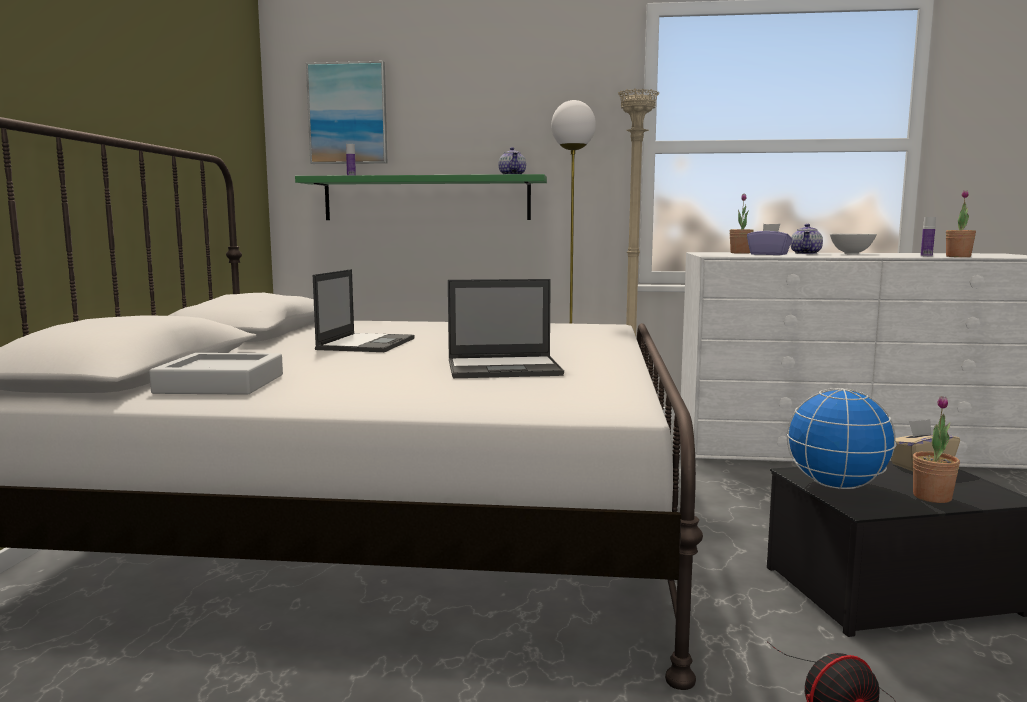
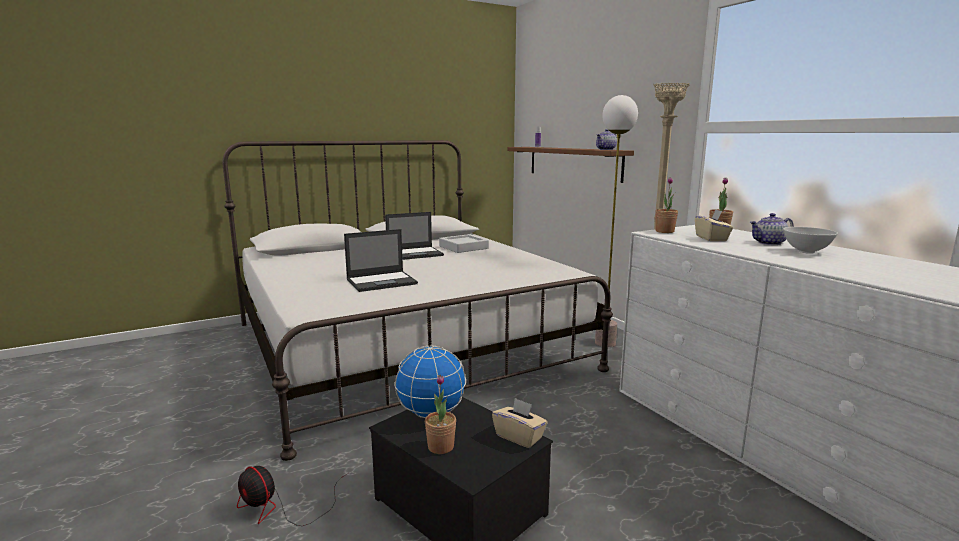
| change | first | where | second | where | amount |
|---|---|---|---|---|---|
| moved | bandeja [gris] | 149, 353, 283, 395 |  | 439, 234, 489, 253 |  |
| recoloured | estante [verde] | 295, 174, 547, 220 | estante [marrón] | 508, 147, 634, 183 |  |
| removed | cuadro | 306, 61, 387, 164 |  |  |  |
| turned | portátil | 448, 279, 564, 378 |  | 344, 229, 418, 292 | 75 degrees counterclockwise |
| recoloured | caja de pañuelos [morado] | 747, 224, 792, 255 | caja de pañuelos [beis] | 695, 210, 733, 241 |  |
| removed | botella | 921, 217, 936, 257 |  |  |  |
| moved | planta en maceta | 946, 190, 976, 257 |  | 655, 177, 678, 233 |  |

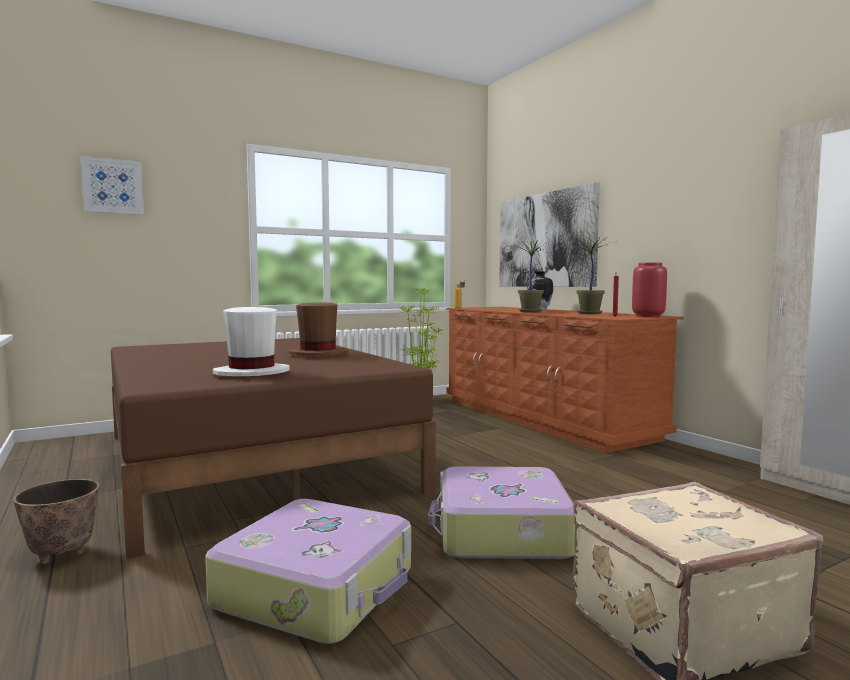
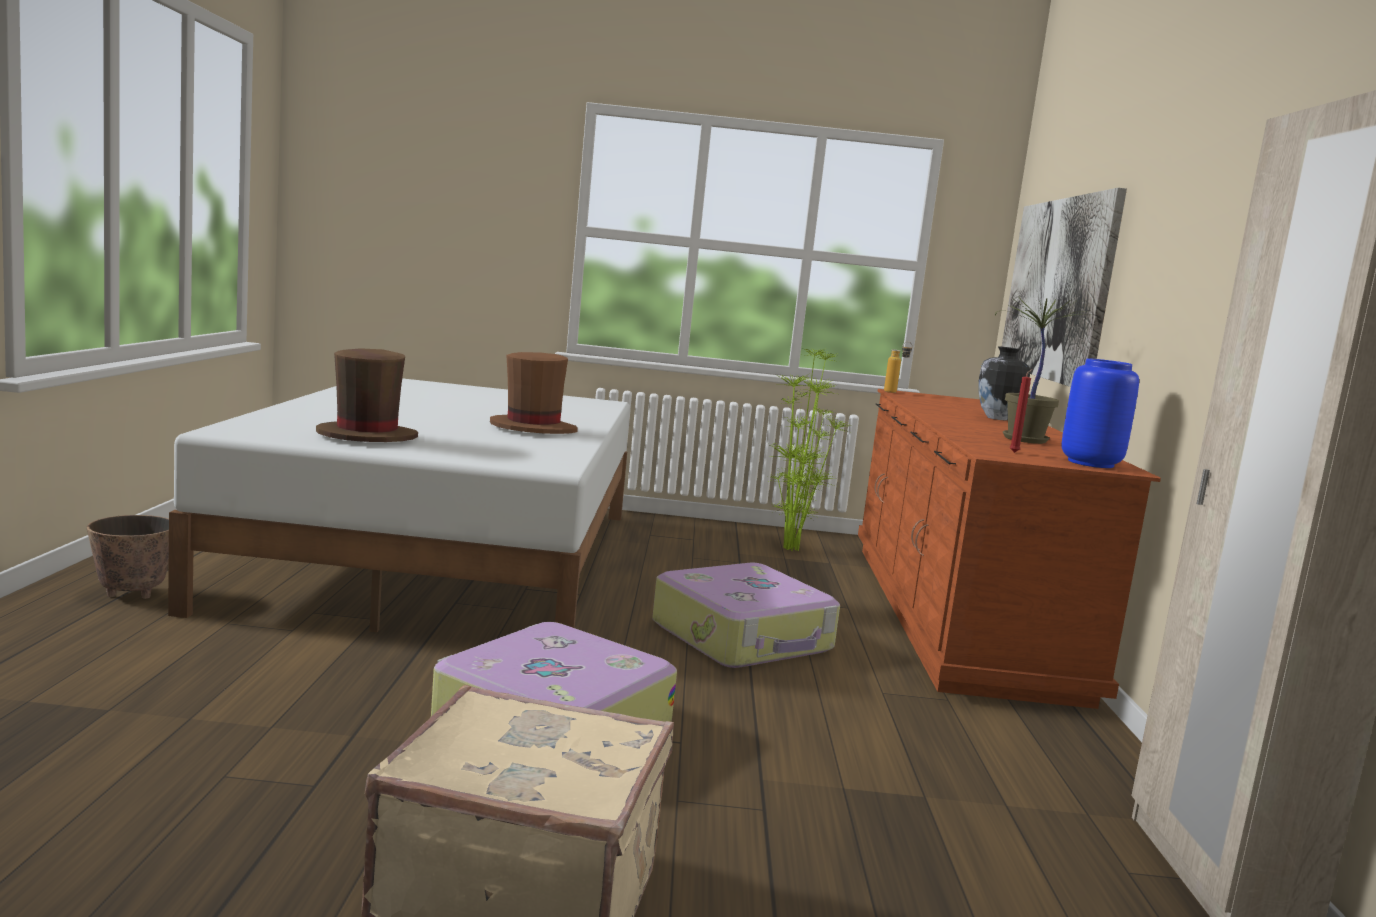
| change | first | where | second | where | amount |
|---|---|---|---|---|---|
| removed | cuadro | 81, 156, 144, 215 |  |  |  |
| recoloured | cama [marrón] | 111, 338, 436, 559 | cama [blanco] | 168, 378, 630, 632 |  |
| moved | maleta | 205, 499, 411, 644 |  | 652, 563, 840, 668 |  |
| recoloured | sombrero [blanco] | 213, 307, 289, 376 | sombrero [marrón] | 316, 348, 418, 442 |  |
| removed | planta en maceta | 513, 241, 557, 313 |  |  |  |
| recoloured | florero [rojo] | 632, 263, 667, 317 | florero [azul] | 1061, 358, 1139, 468 |  |

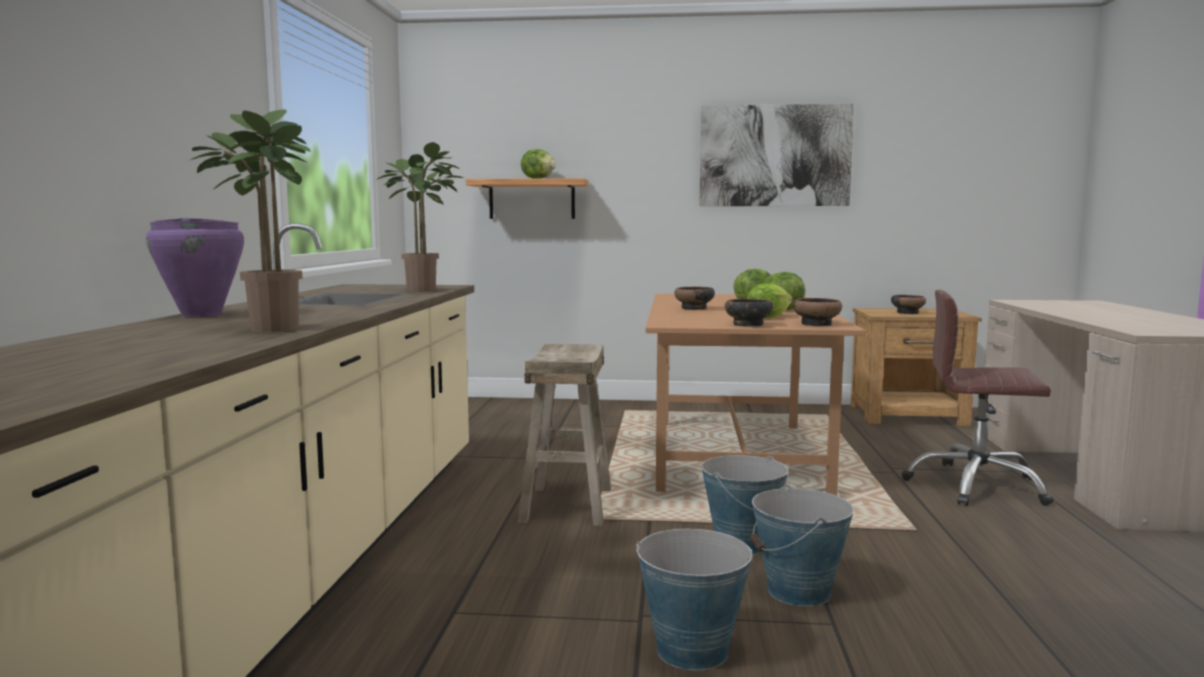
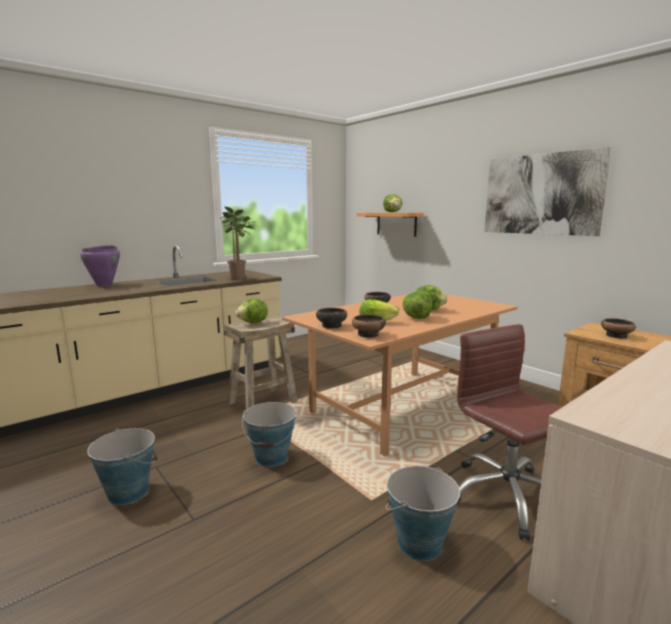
| change | first | where | second | where | amount |
|---|---|---|---|---|---|
| removed | planta en maceta | 190, 109, 311, 332 |  |  |  |
| moved | cubo | 750, 484, 854, 606 |  | 386, 466, 460, 561 |  |
| added |  |  | lechuga | 236, 299, 268, 323 |  |

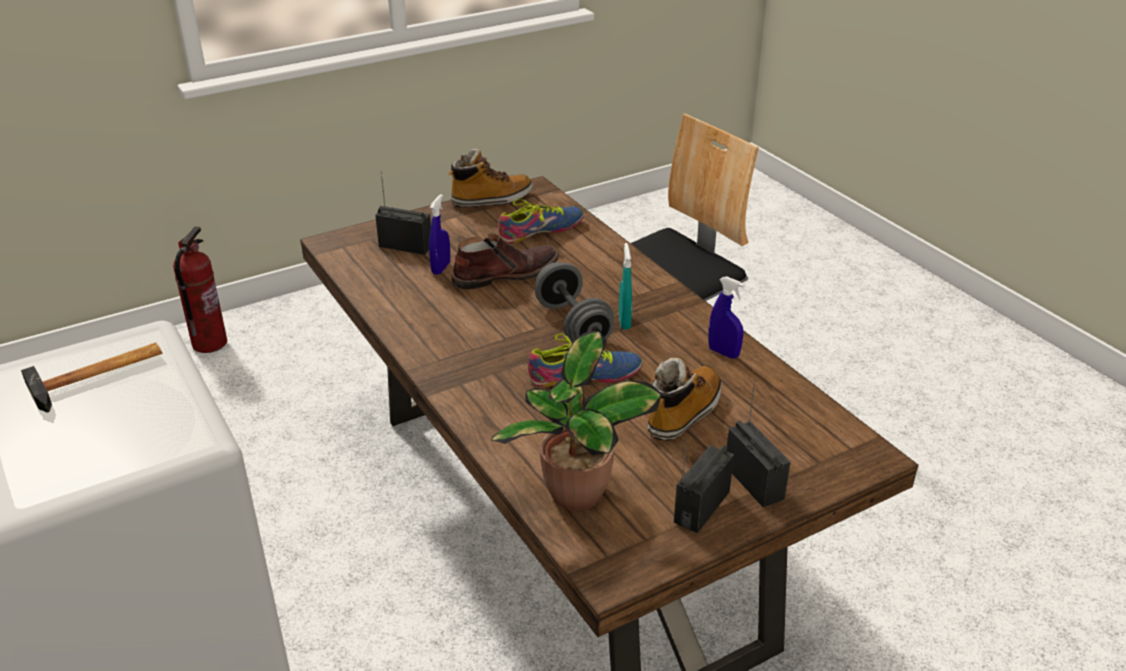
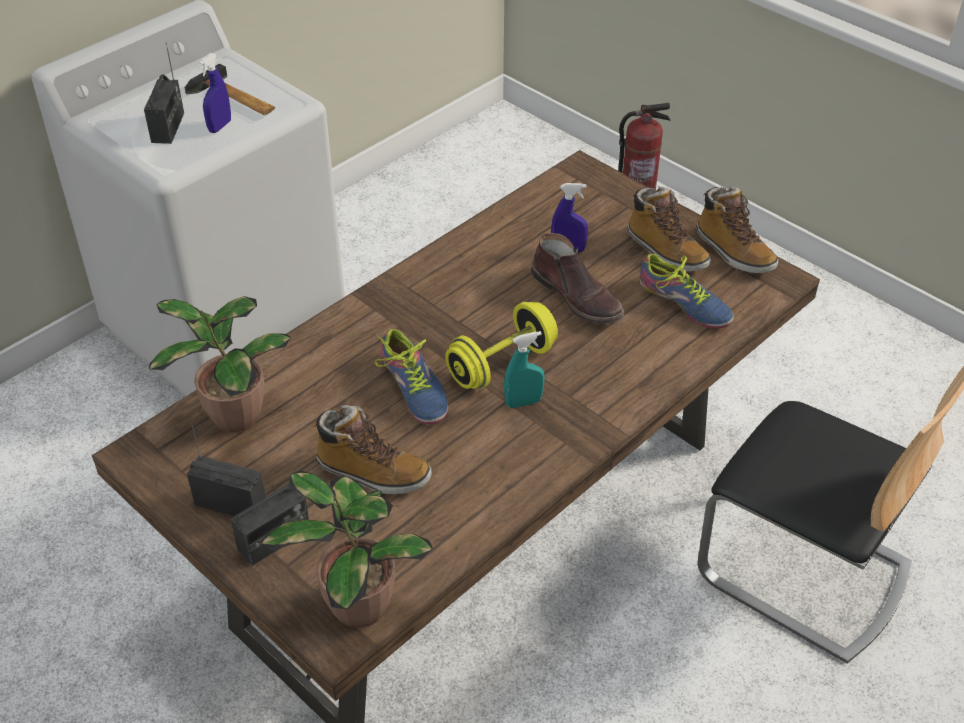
| change | first | where | second | where | amount |
|---|---|---|---|---|---|
| moved | radio | 375, 171, 431, 255 |  | 144, 42, 184, 144 |  |
| recoloured | mancuerna [gris] | 535, 262, 614, 343 | mancuerna [amarillo] | 445, 302, 558, 389 |  |
| moved | pulverizador [azul] | 708, 276, 745, 359 |  | 199, 53, 231, 133 |  |
| added |  |  | planta en maceta | 261, 471, 433, 628 |  |
| added |  |  | bota | 627, 186, 711, 271 |  |

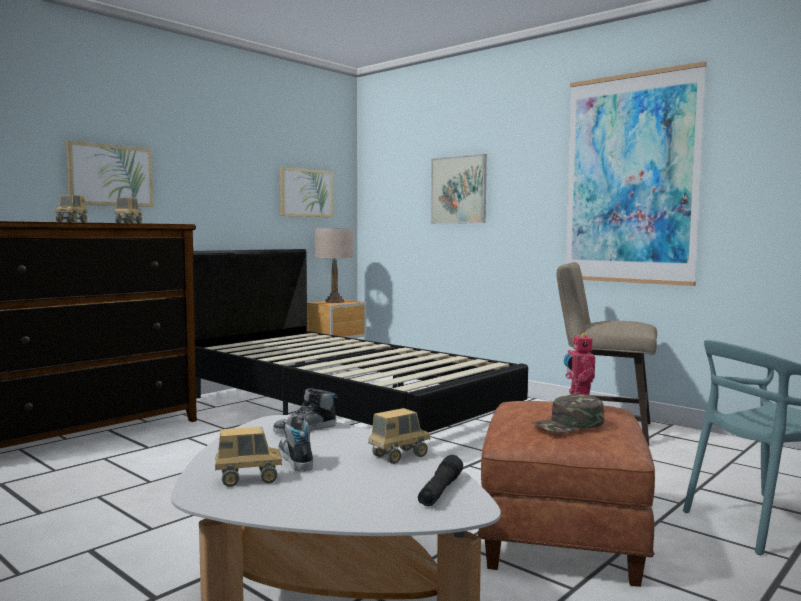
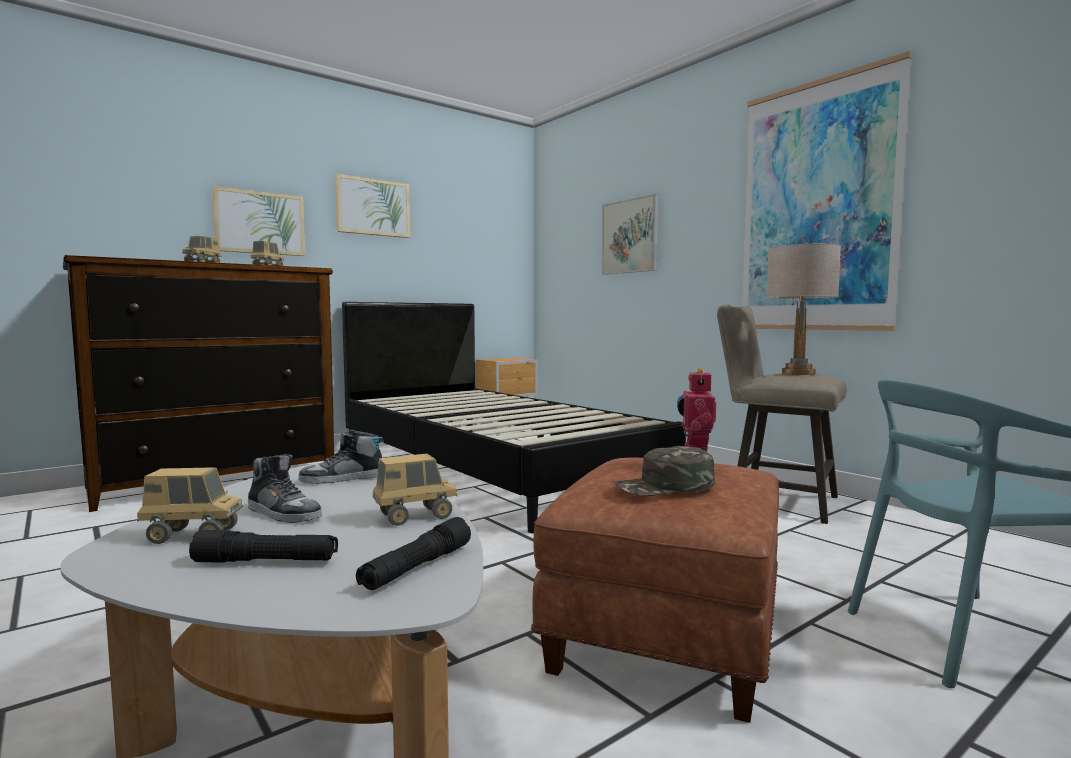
| change | first | where | second | where | amount |
|---|---|---|---|---|---|
| turned | zapato | 278, 415, 313, 471 |  | 248, 454, 322, 523 | 135 degrees clockwise |
| moved | cuadro | 280, 167, 333, 217 |  | 335, 174, 410, 238 |  |
| moved | lámpara de mesa [beis] | 315, 228, 354, 303 |  | 767, 244, 841, 375 |  |
| added |  |  | linterna [negro] | 189, 530, 338, 563 |  |

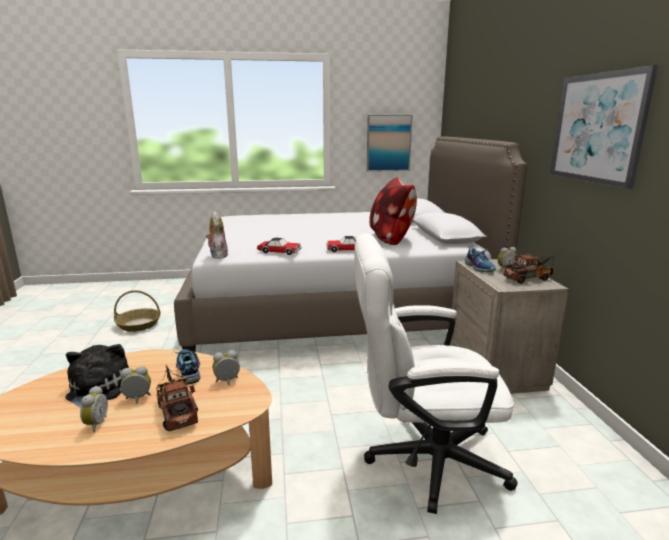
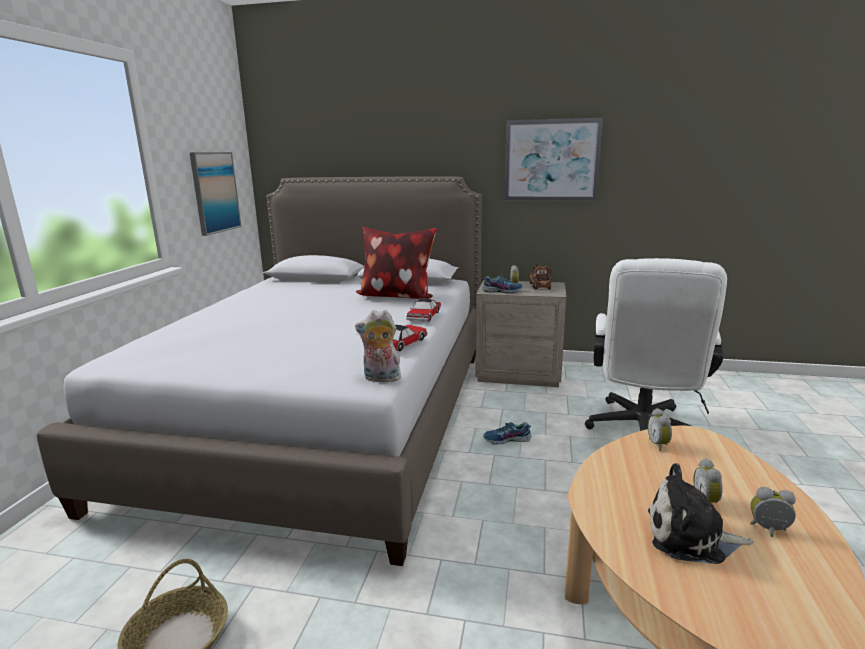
| change | first | where | second | where | amount |
|---|---|---|---|---|---|
| removed | camión de juguete | 156, 365, 198, 431 |  |  |  |
| moved | zapato | 176, 349, 200, 384 |  | 483, 422, 531, 445 |  |

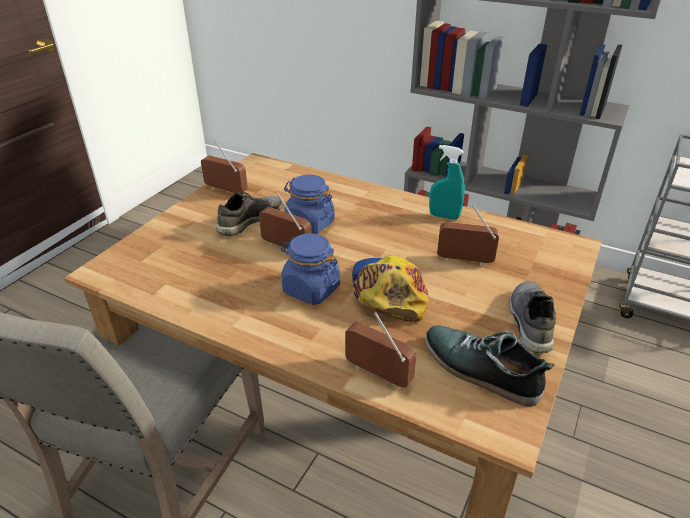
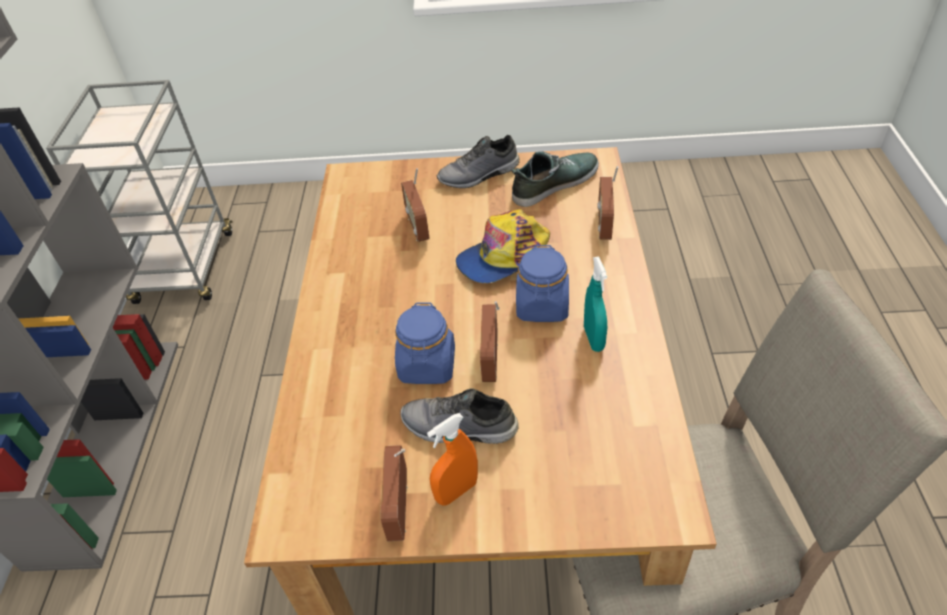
| change | first | where | second | where | amount |
|---|---|---|---|---|---|
| turned | zapato | 425, 326, 554, 407 |  | 511, 151, 599, 207 | 135 degrees counterclockwise |
| moved | pulverizador [turquesa] | 429, 145, 465, 220 |  | 584, 257, 607, 352 |  |
| added |  |  | pulverizador [naranja] | 427, 413, 478, 506 |  |

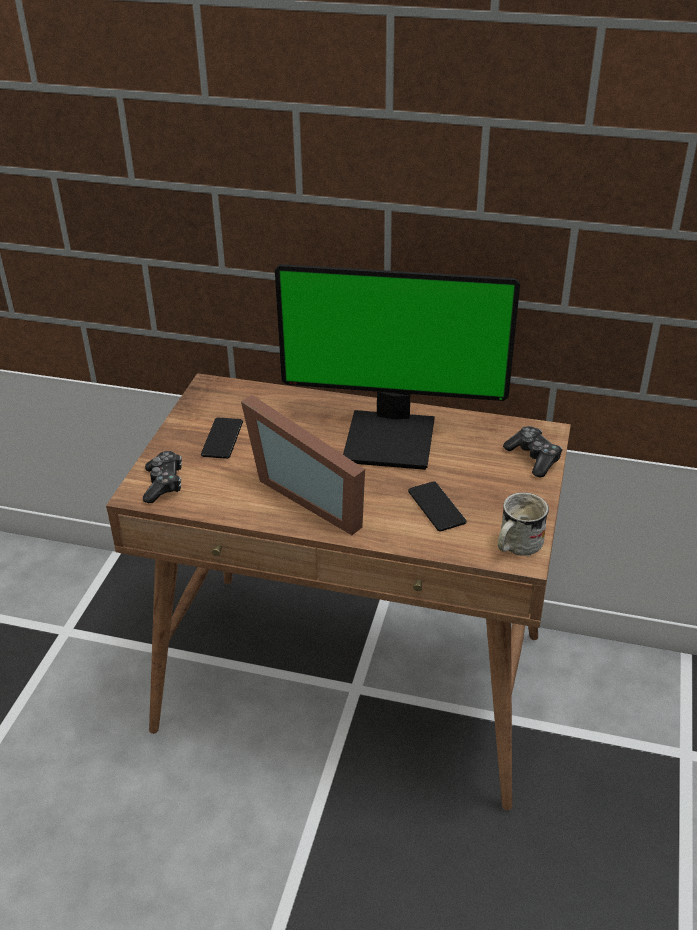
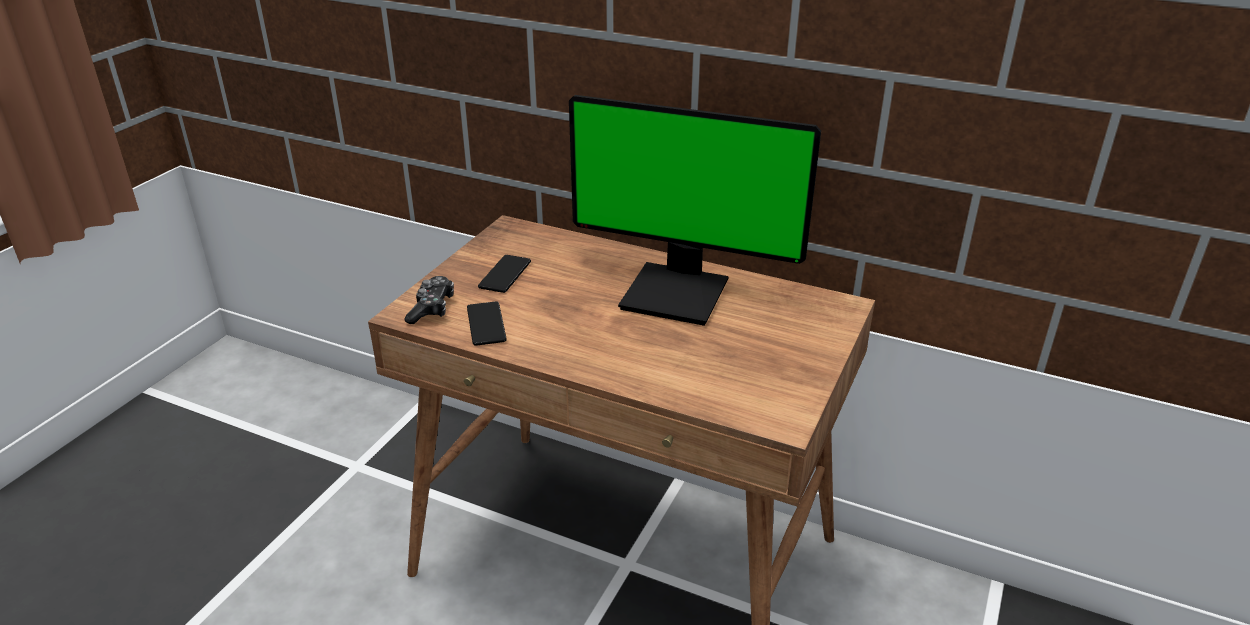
| change | first | where | second | where | amount |
|---|---|---|---|---|---|
| removed | portarretratos | 241, 395, 365, 535 |  |  |  |
| moved | móvil | 408, 481, 467, 531 |  | 467, 301, 507, 346 |  |
| removed | taza grande [blanco] | 498, 492, 549, 557 |  |  |  |
| removed | mando de consola | 503, 426, 563, 477 |  |  |  |

